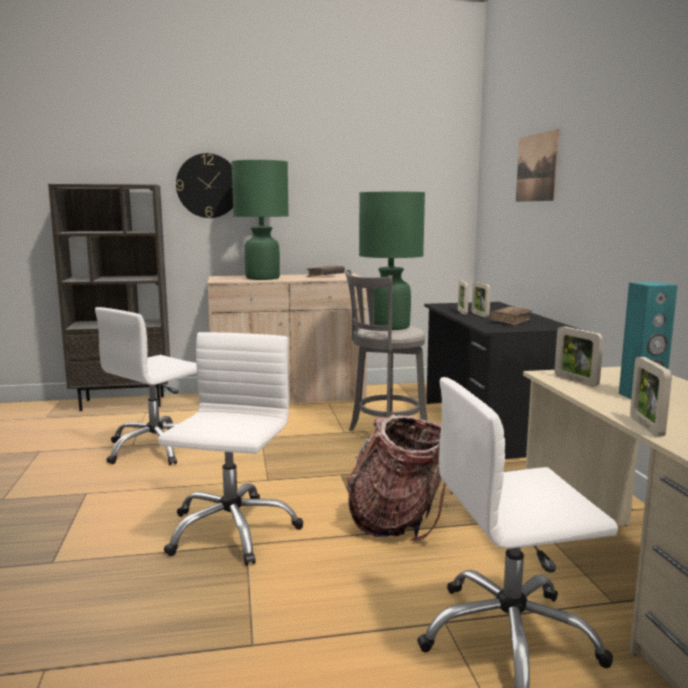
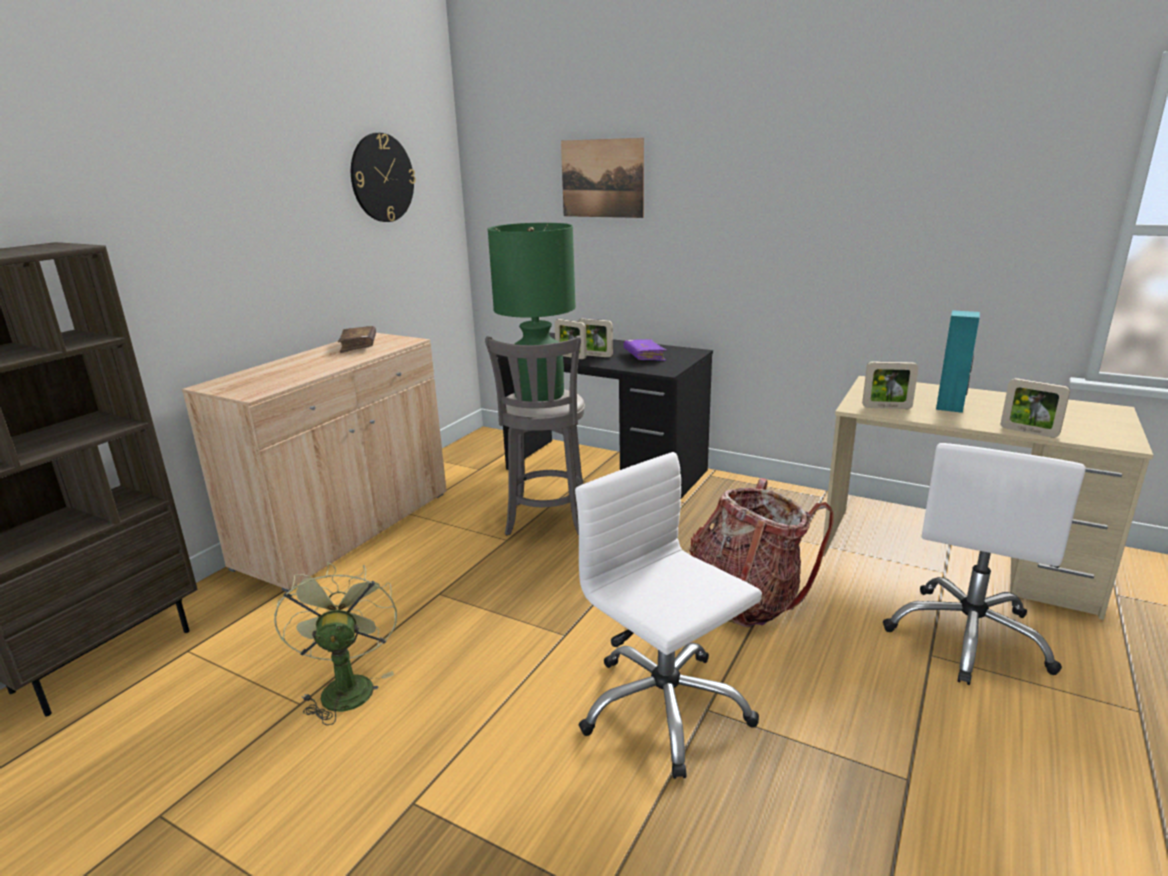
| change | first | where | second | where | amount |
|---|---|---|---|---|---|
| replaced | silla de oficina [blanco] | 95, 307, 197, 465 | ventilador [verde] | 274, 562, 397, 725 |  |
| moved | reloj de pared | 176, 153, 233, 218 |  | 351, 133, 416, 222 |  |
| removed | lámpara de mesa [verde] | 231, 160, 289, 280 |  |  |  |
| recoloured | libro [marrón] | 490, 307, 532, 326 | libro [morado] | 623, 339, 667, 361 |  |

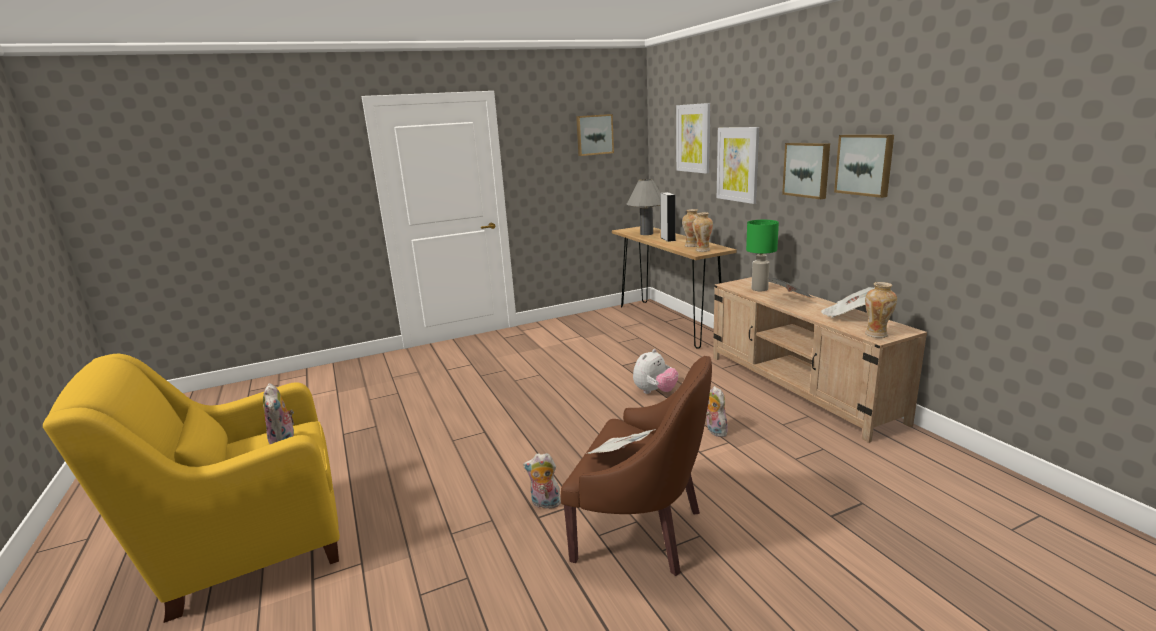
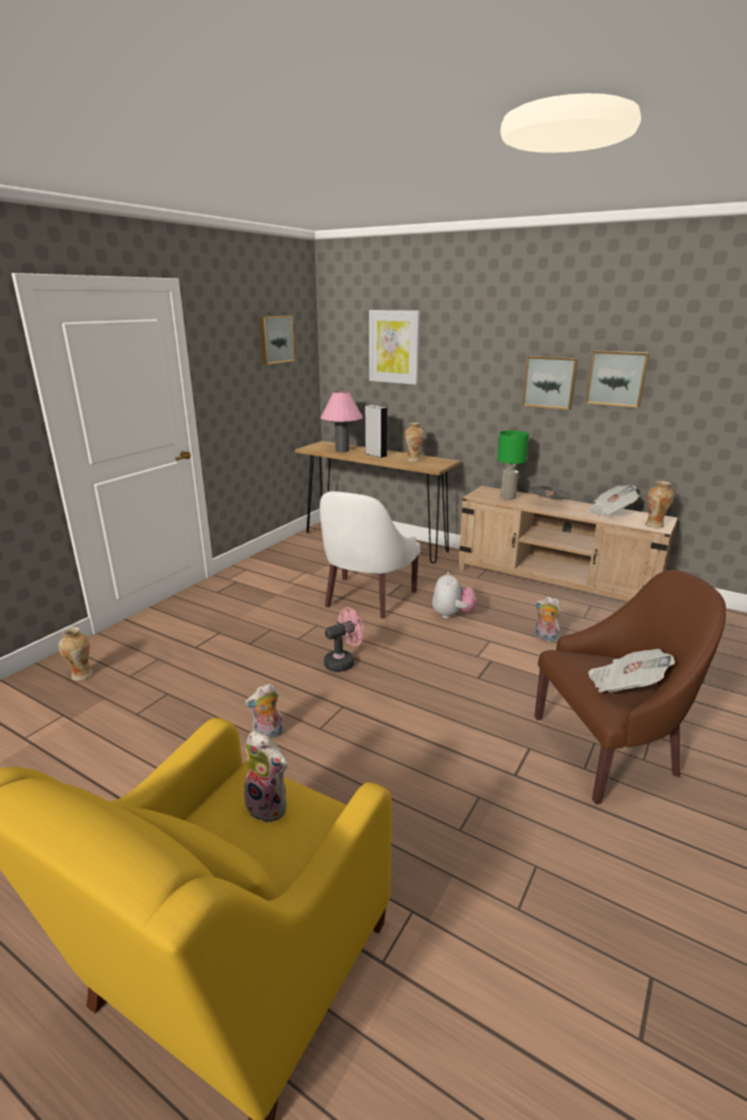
| change | first | where | second | where | amount |
|---|---|---|---|---|---|
| moved | peluche | 523, 453, 561, 508 |  | 244, 683, 283, 739 |  |
| recoloured | lámpara de mesa [gris] | 627, 179, 660, 235 | lámpara de mesa [rosa] | 320, 390, 363, 452 |  |
| moved | florero | 693, 212, 713, 252 |  | 58, 627, 93, 681 |  |
| removed | cuadro | 717, 127, 760, 204 |  |  |  |
| added |  |  | sillón [blanco] | 320, 491, 420, 618 |  |
| added |  |  | ventilador [rosa] | 324, 607, 364, 672 |  |

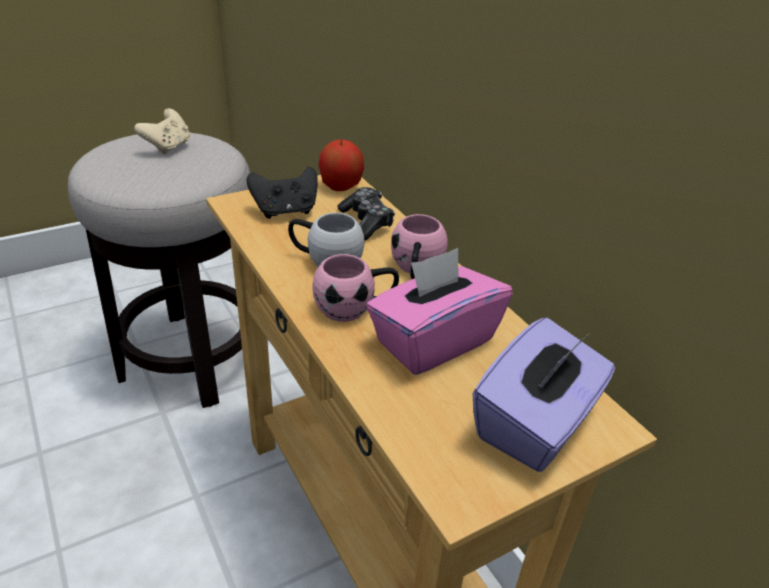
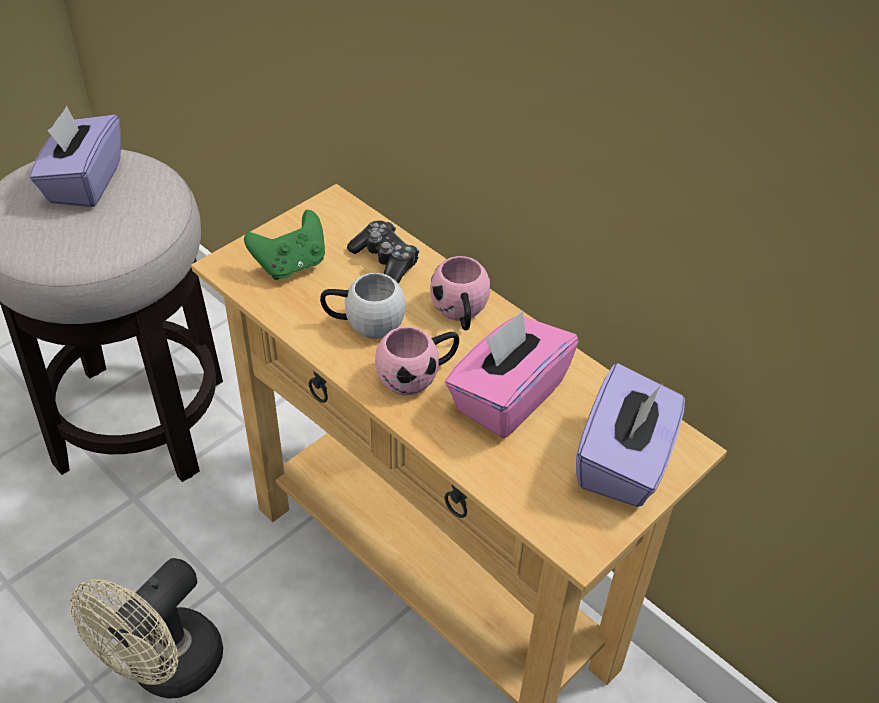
| change | first | where | second | where | amount |
|---|---|---|---|---|---|
| replaced | mando de consola [beis] | 134, 108, 190, 154 | caja de pañuelos [morado] | 29, 106, 121, 207 |  |
| recoloured | mando de consola [negro] | 247, 167, 318, 219 | mando de consola [verde] | 244, 210, 325, 280 |  |
| removed | manzana | 319, 139, 364, 191 |  |  |  |
| added |  |  | ventilador [beis] | 70, 558, 223, 699 |  |

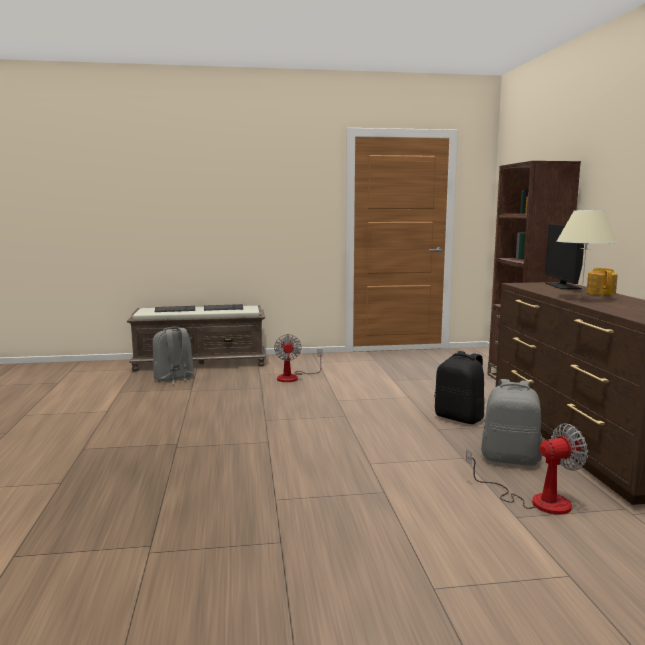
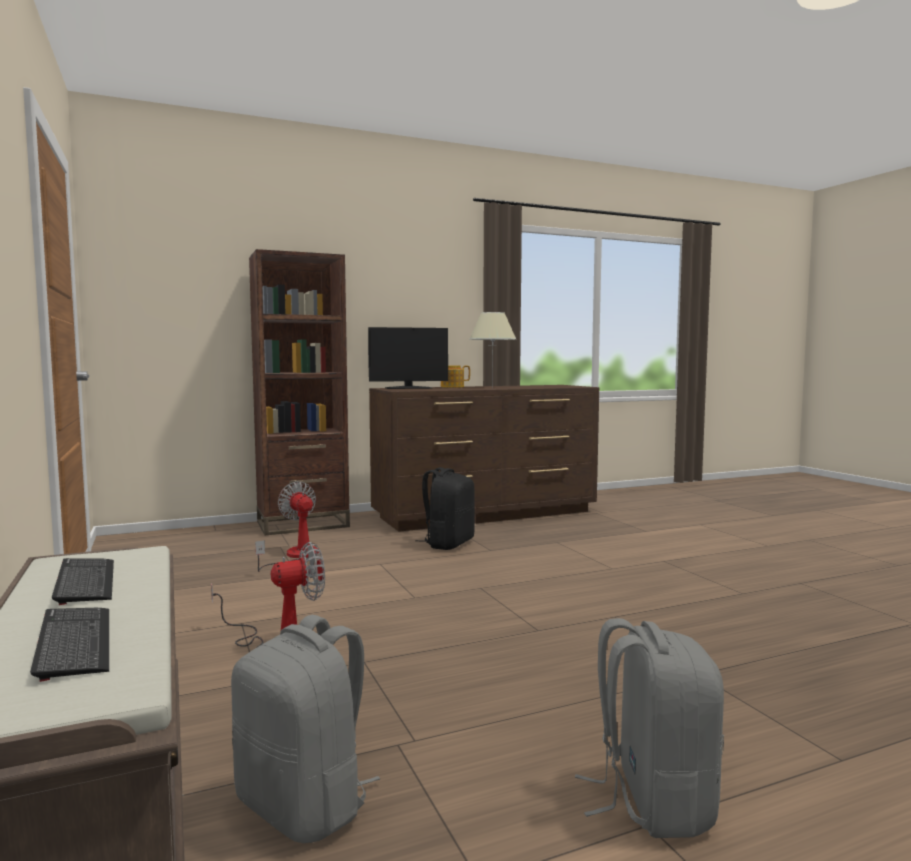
| change | first | where | second | where | amount |
|---|---|---|---|---|---|
| moved | ventilador | 466, 424, 588, 515 |  | 255, 481, 319, 572 |  |
| moved | mochila [gris] | 481, 379, 542, 466 |  | 575, 618, 724, 838 |  |

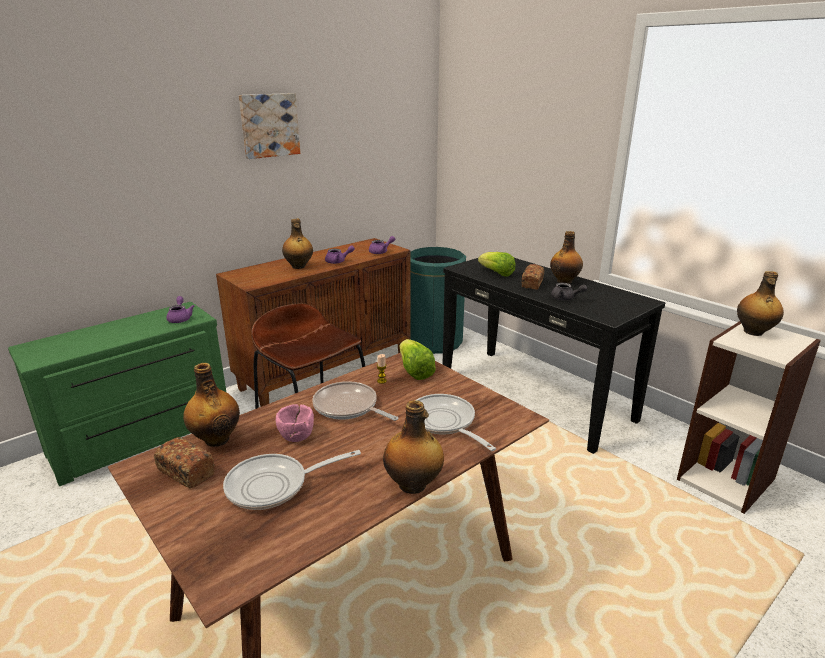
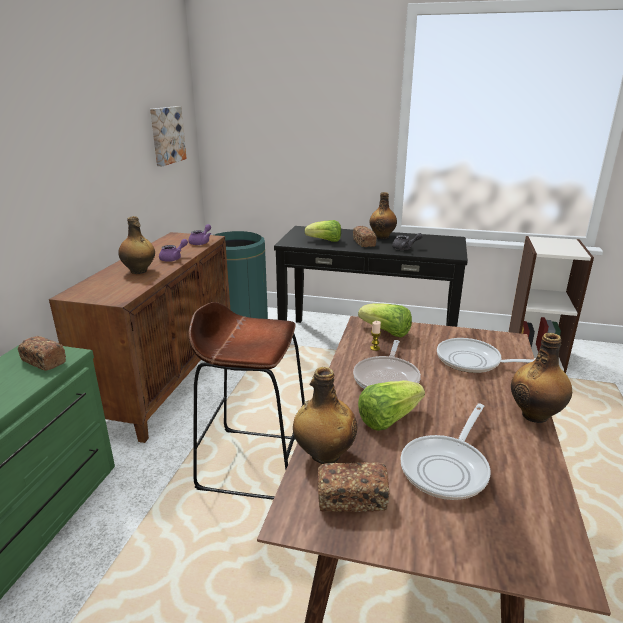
| change | first | where | second | where | amount |
|---|---|---|---|---|---|
| replaced | tetera [morado] | 166, 296, 195, 323 | pan | 18, 336, 66, 371 |  |
| moved | cuadro | 239, 93, 300, 159 |  | 150, 106, 187, 166 |  |
| replaced | cuenco [rosa] | 276, 404, 314, 442 | lechuga | 358, 380, 425, 431 |  |
| turned | sartén | 312, 381, 398, 421 |  | 353, 340, 421, 389 | 75 degrees counterclockwise |
| removed | botella | 737, 271, 784, 336 |  |  |  |

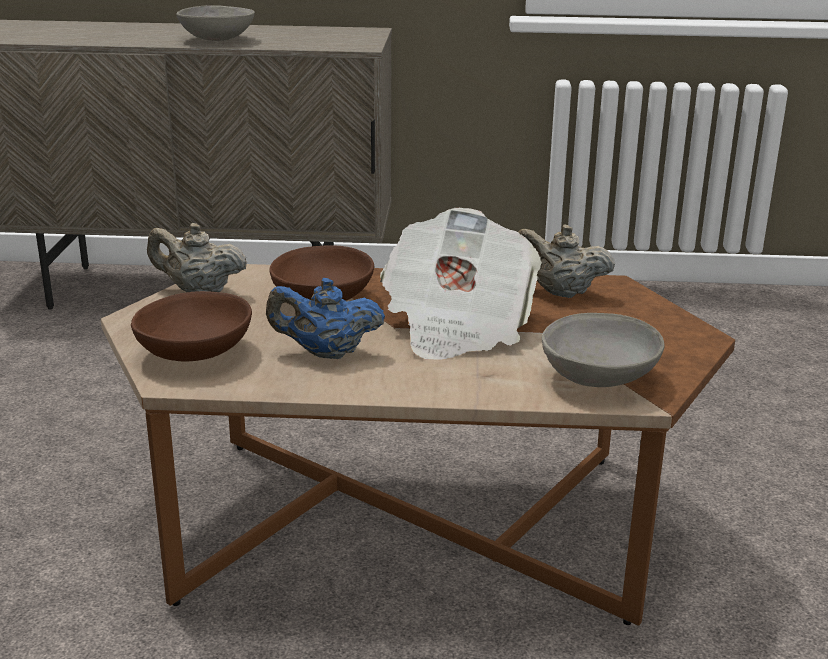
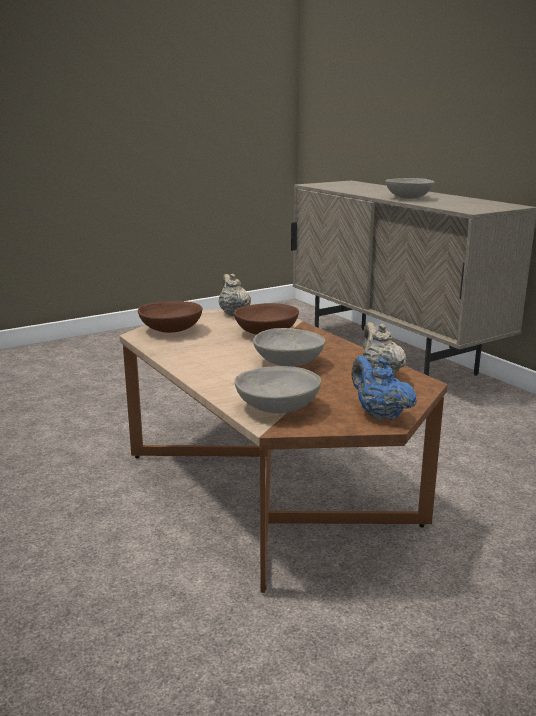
| change | first | where | second | where | amount |
|---|---|---|---|---|---|
| moved | tetera [azul] | 266, 278, 385, 359 |  | 351, 356, 417, 420 |  |
| replaced | periódico | 380, 208, 542, 360 | cuenco [gris] | 253, 328, 325, 367 |  |

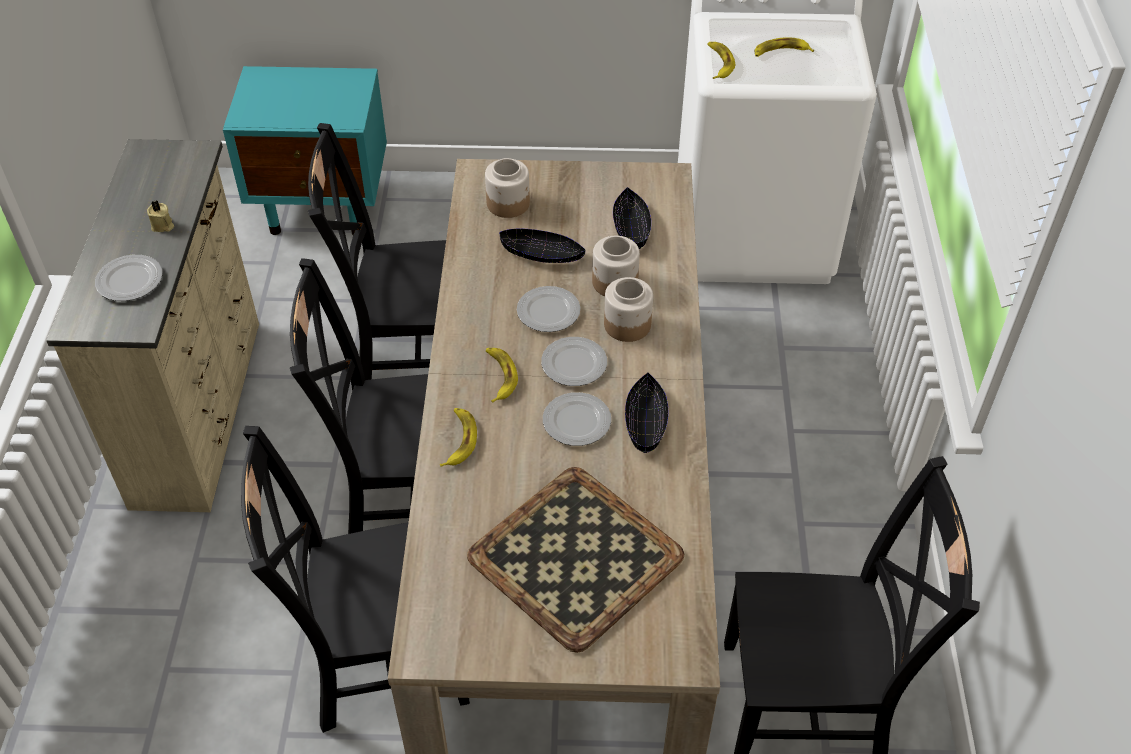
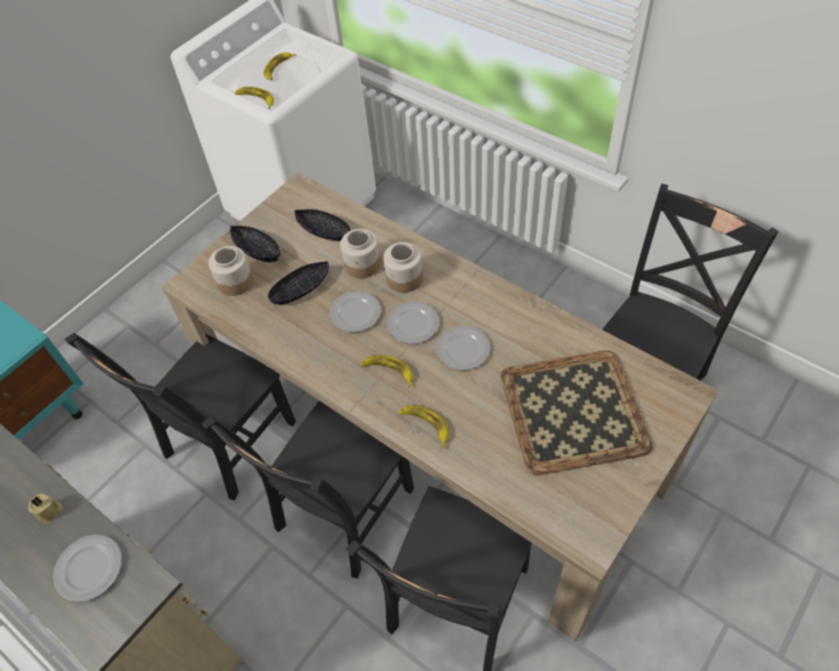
| change | first | where | second | where | amount |
|---|---|---|---|---|---|
| moved | cuenco [negro] | 625, 372, 668, 453 |  | 230, 226, 280, 263 |  |

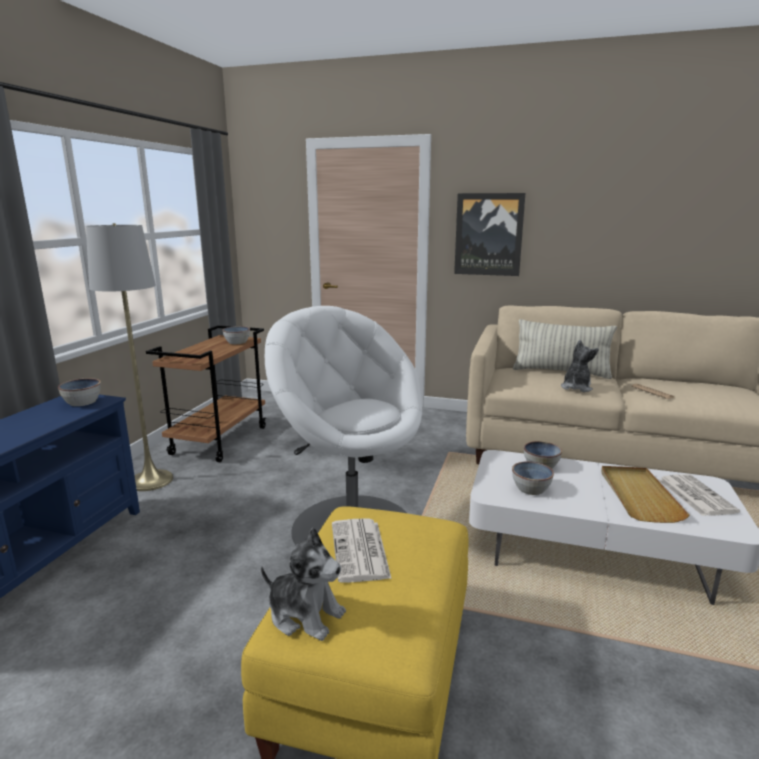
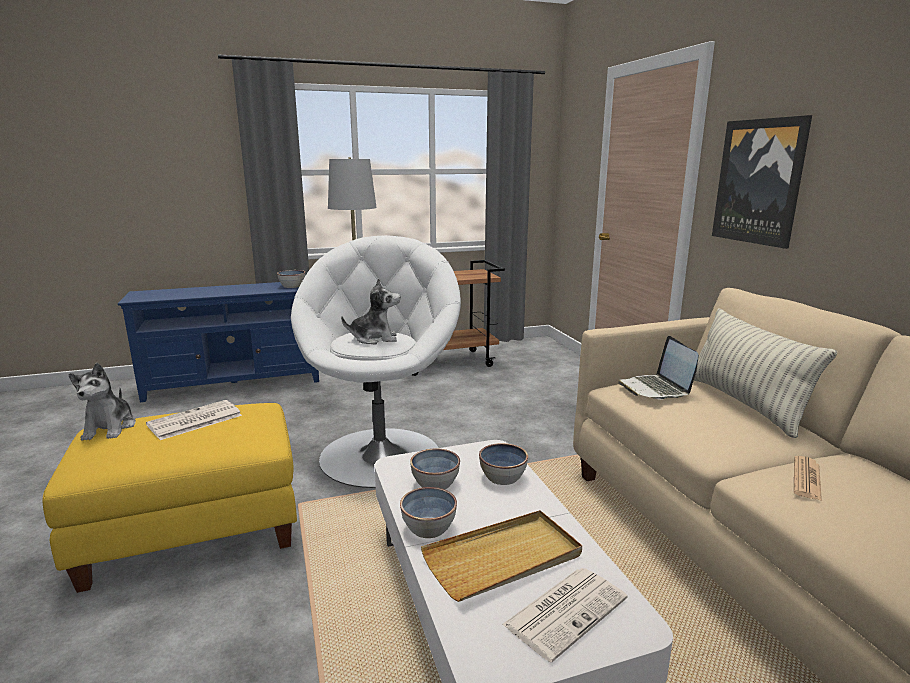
| change | first | where | second | where | amount |
|---|---|---|---|---|---|
| moved | cuenco | 222, 326, 250, 344 |  | 400, 487, 457, 538 |  |
| moved | peluche | 561, 340, 599, 392 |  | 341, 278, 400, 344 |  |
| added |  |  | portátil | 618, 336, 699, 400 |  |

